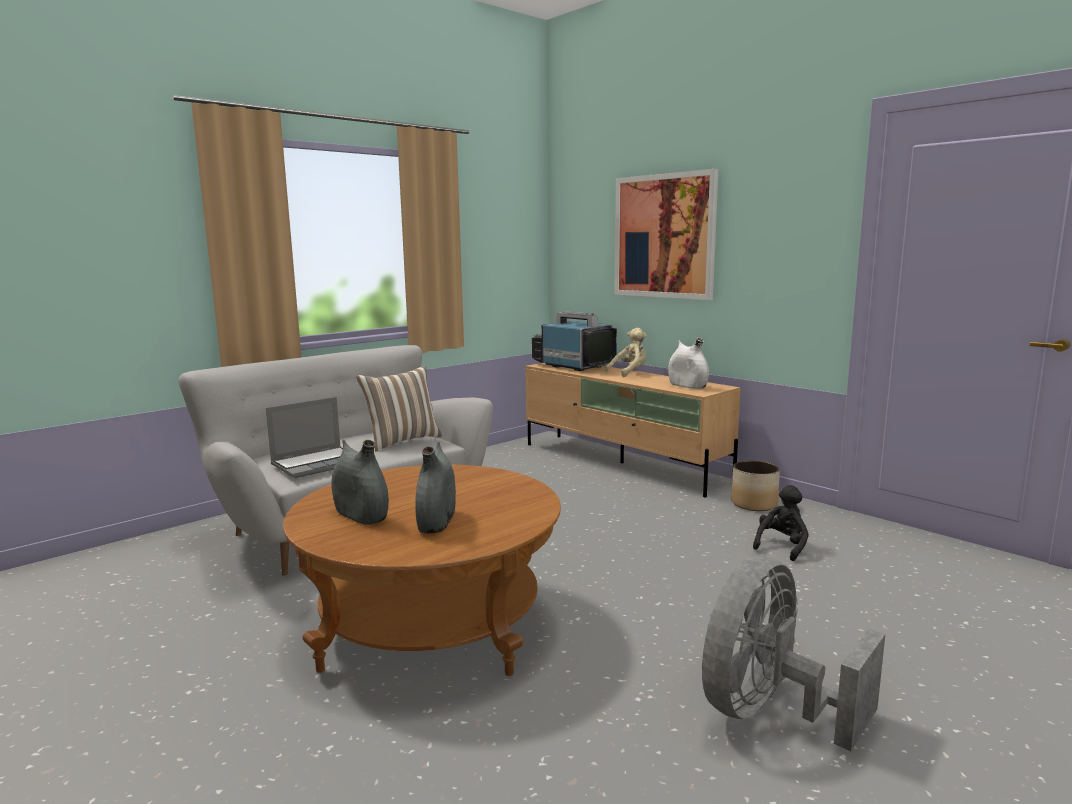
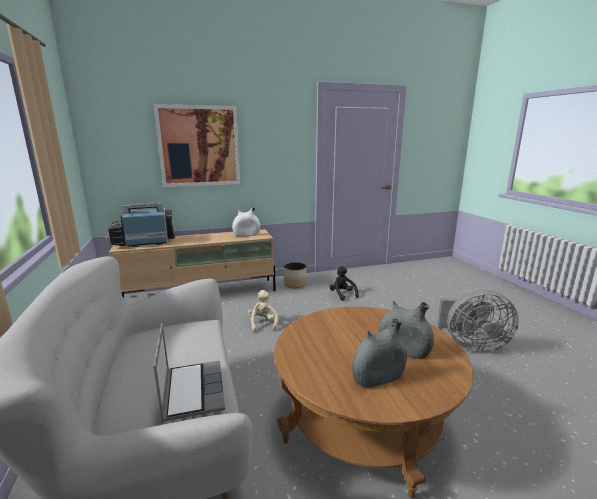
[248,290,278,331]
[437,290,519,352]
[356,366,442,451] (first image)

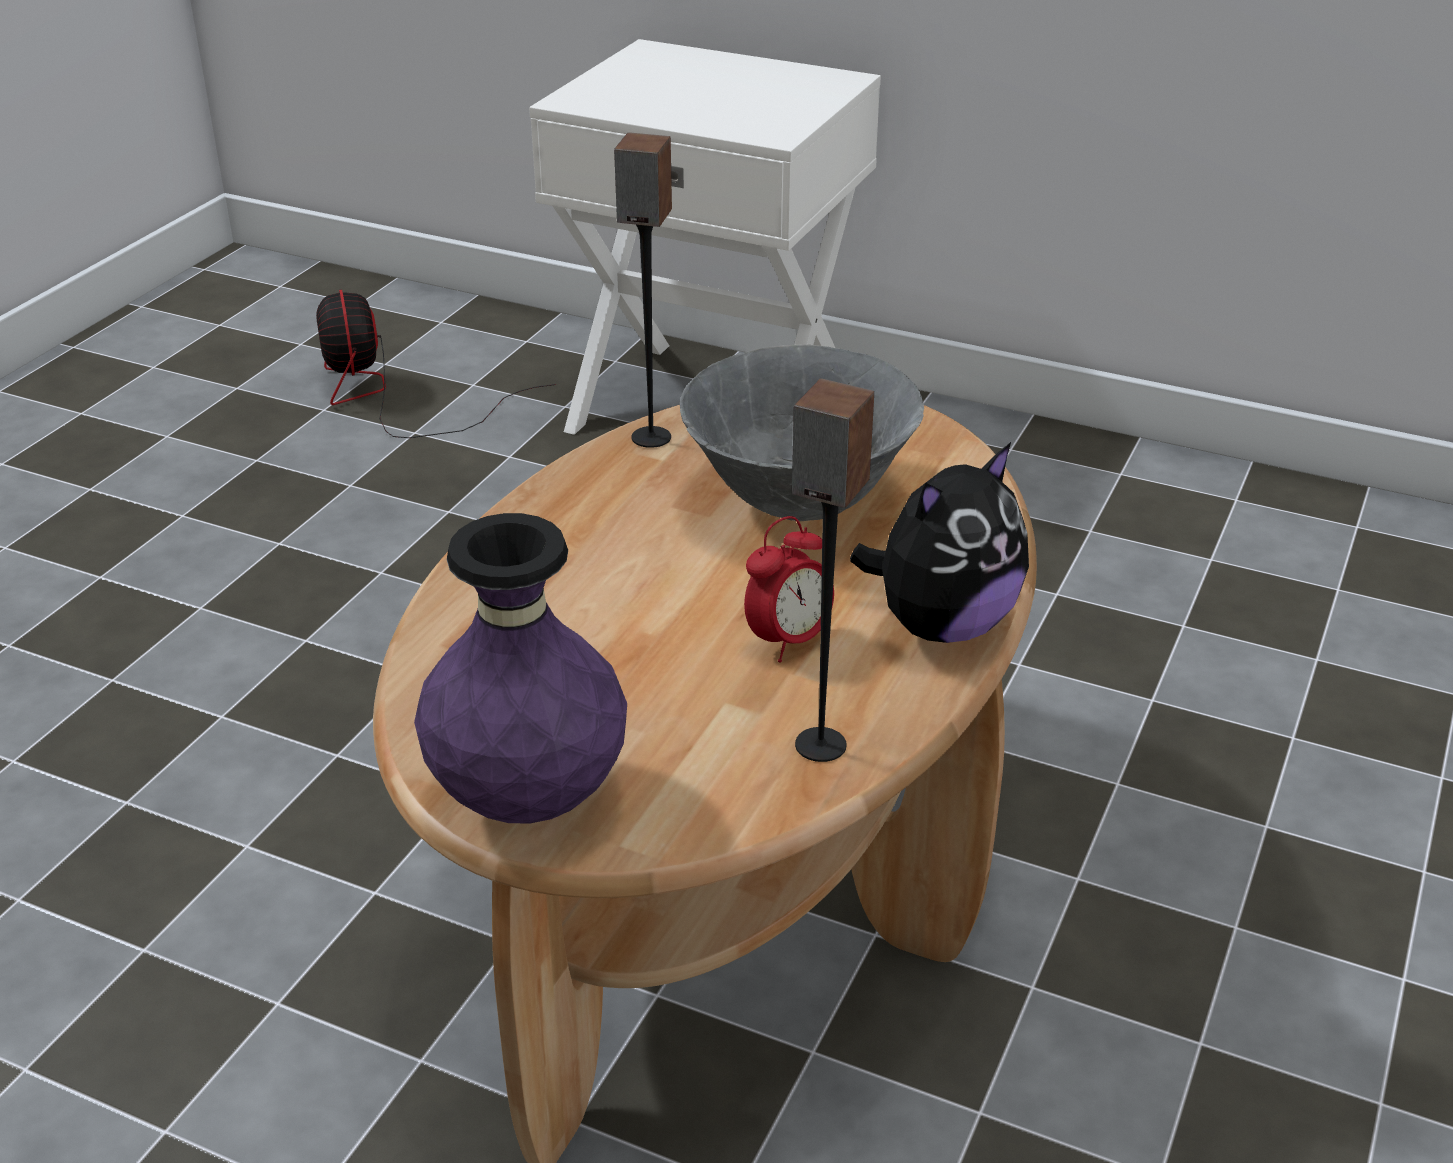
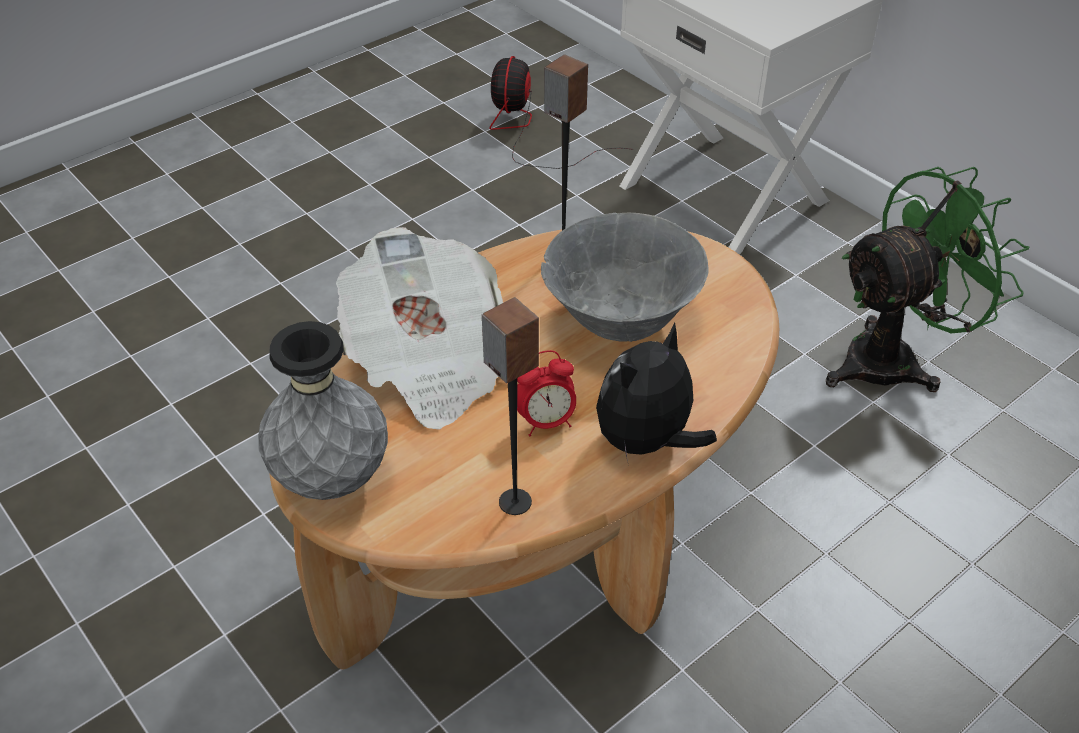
[259,321,388,500]
[336,227,503,430]
[596,322,717,462]
[826,167,1029,392]

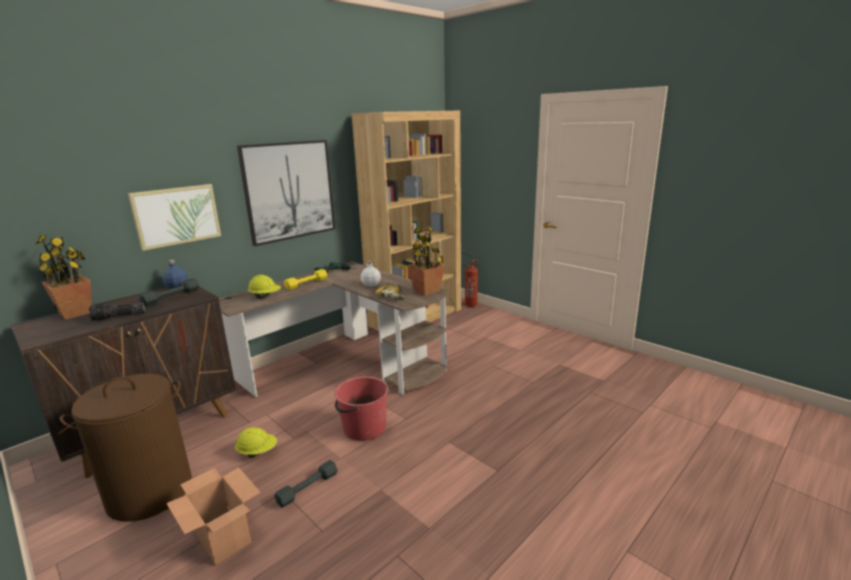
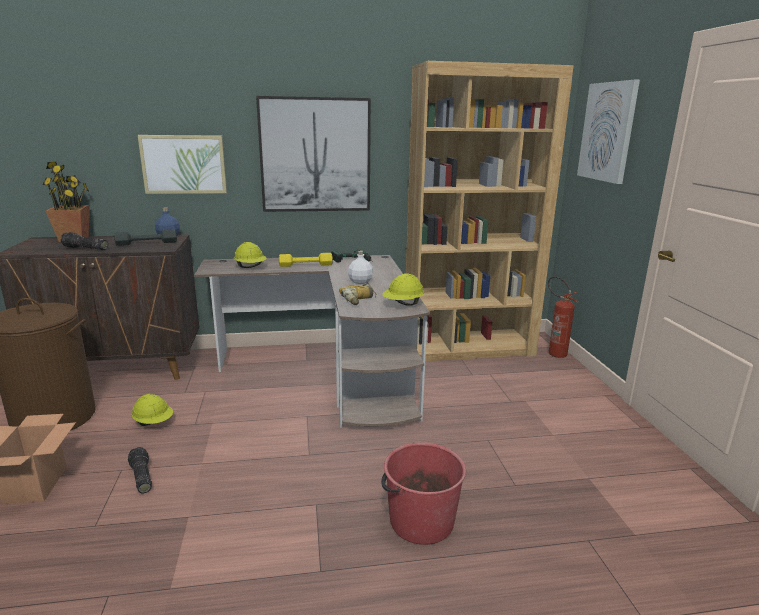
[128,447,152,494]
[381,442,466,545]
[382,273,424,306]
[577,80,640,184]

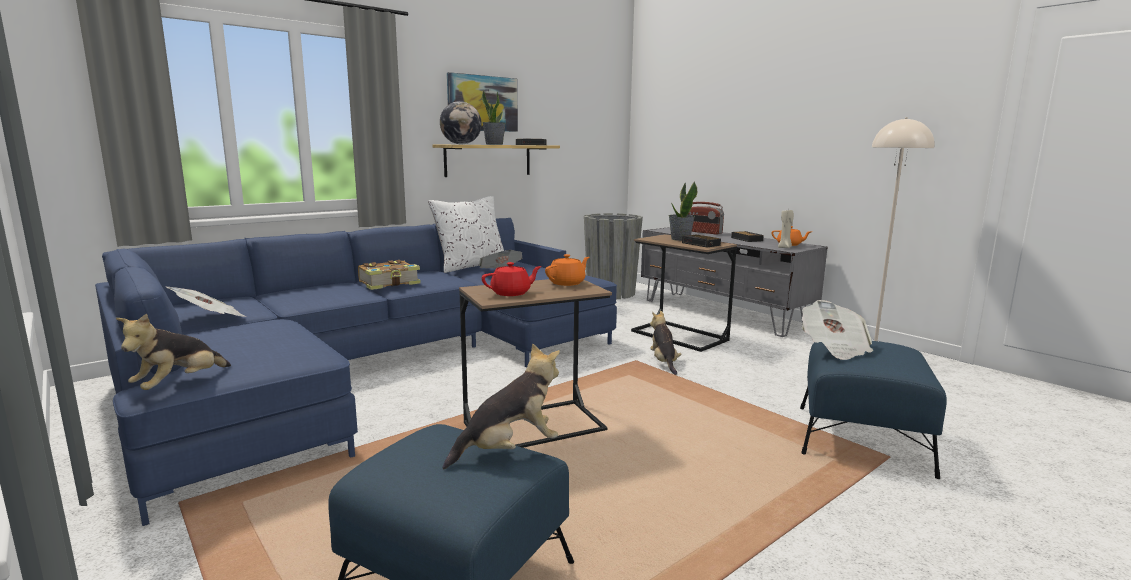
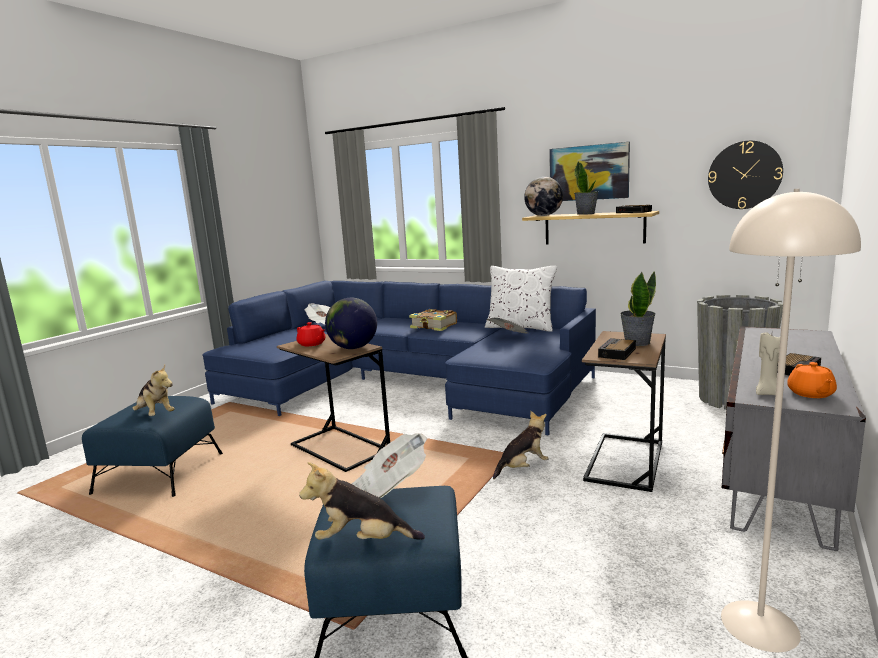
[299,462,425,540]
[325,297,377,349]
[708,141,783,209]
[688,202,724,235] (first image)

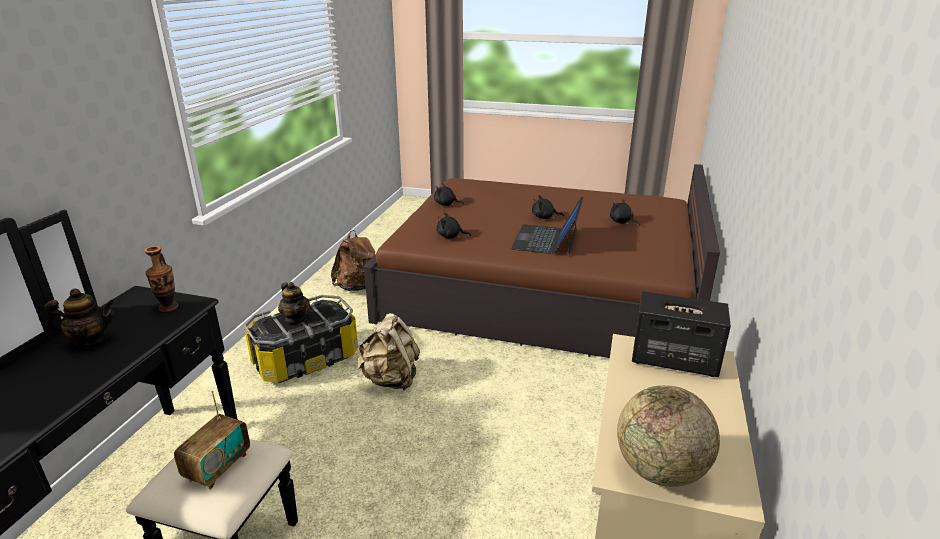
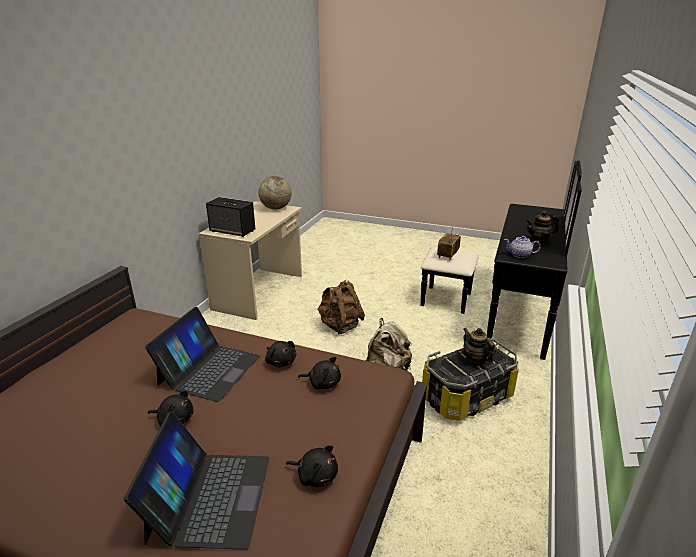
[124,411,270,550]
[265,341,296,367]
[318,280,365,334]
[504,236,541,258]

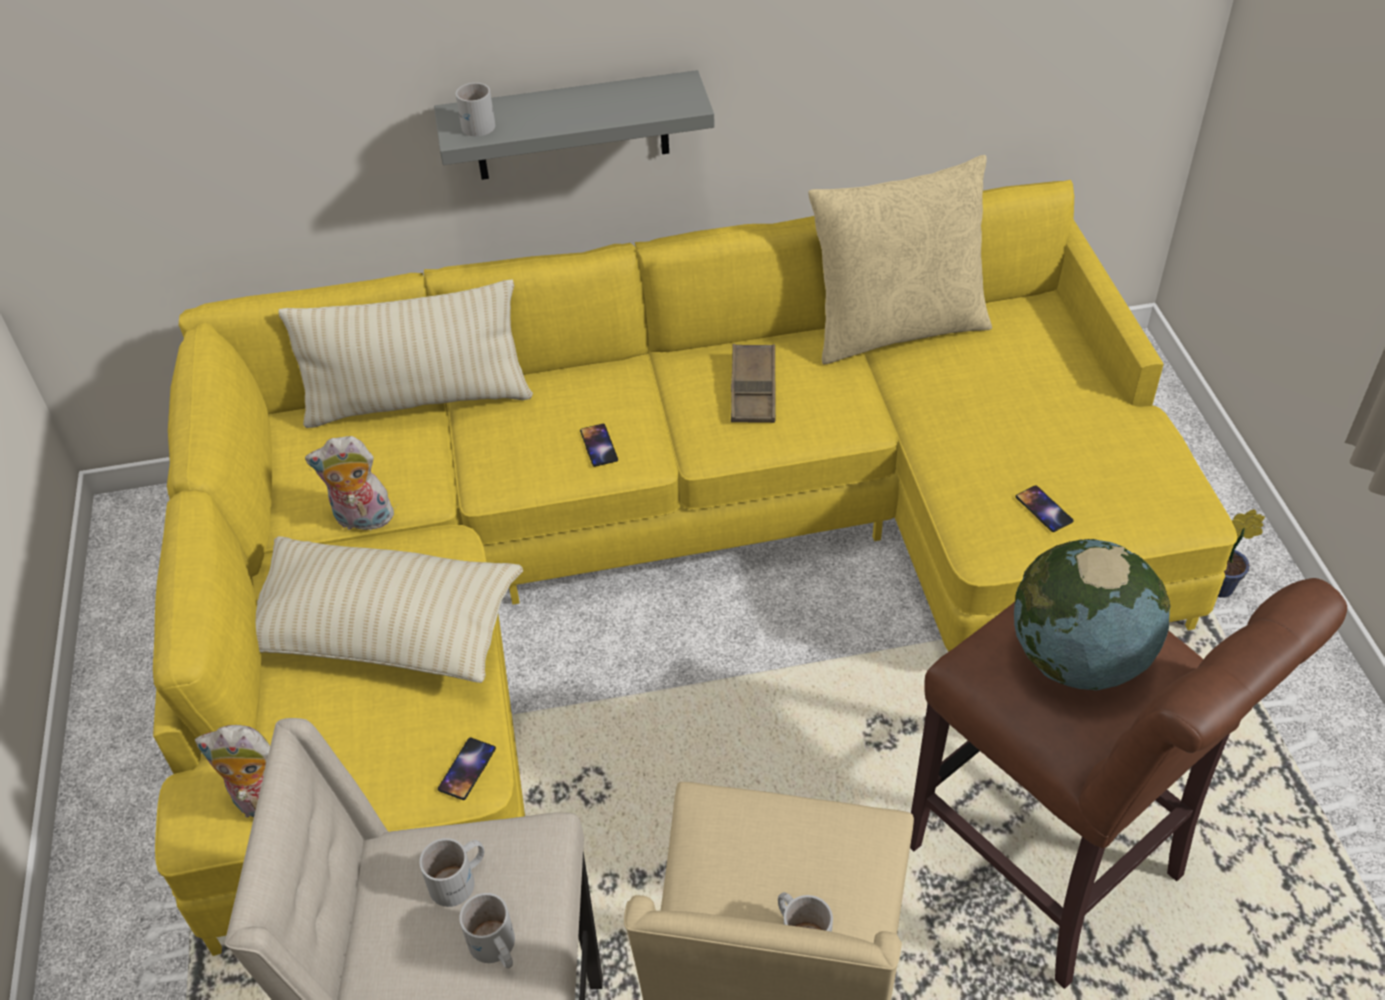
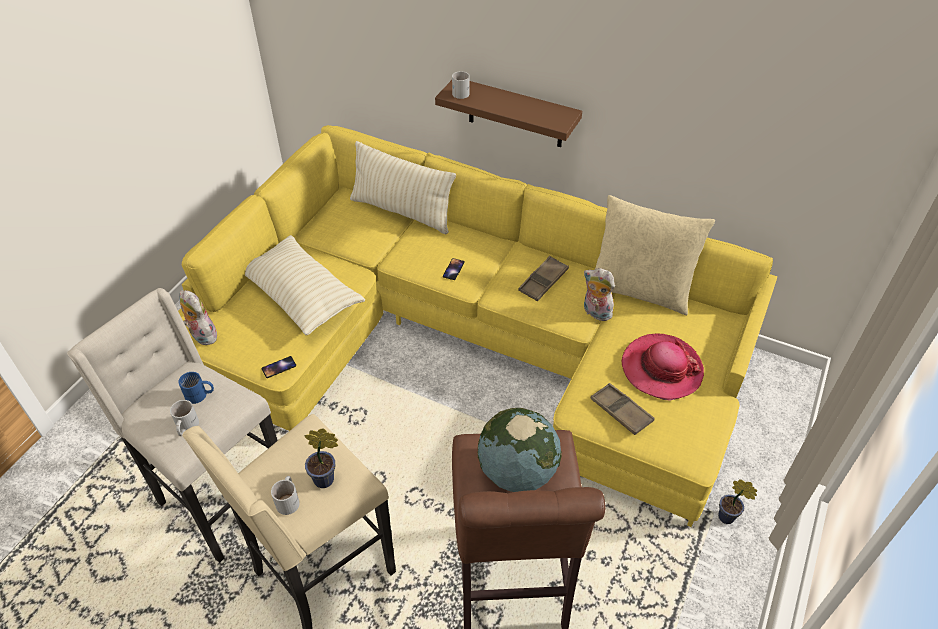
[178,372,214,404]
[305,428,338,488]
[435,80,582,147]
[584,268,615,321]
[591,383,655,435]
[621,333,704,401]

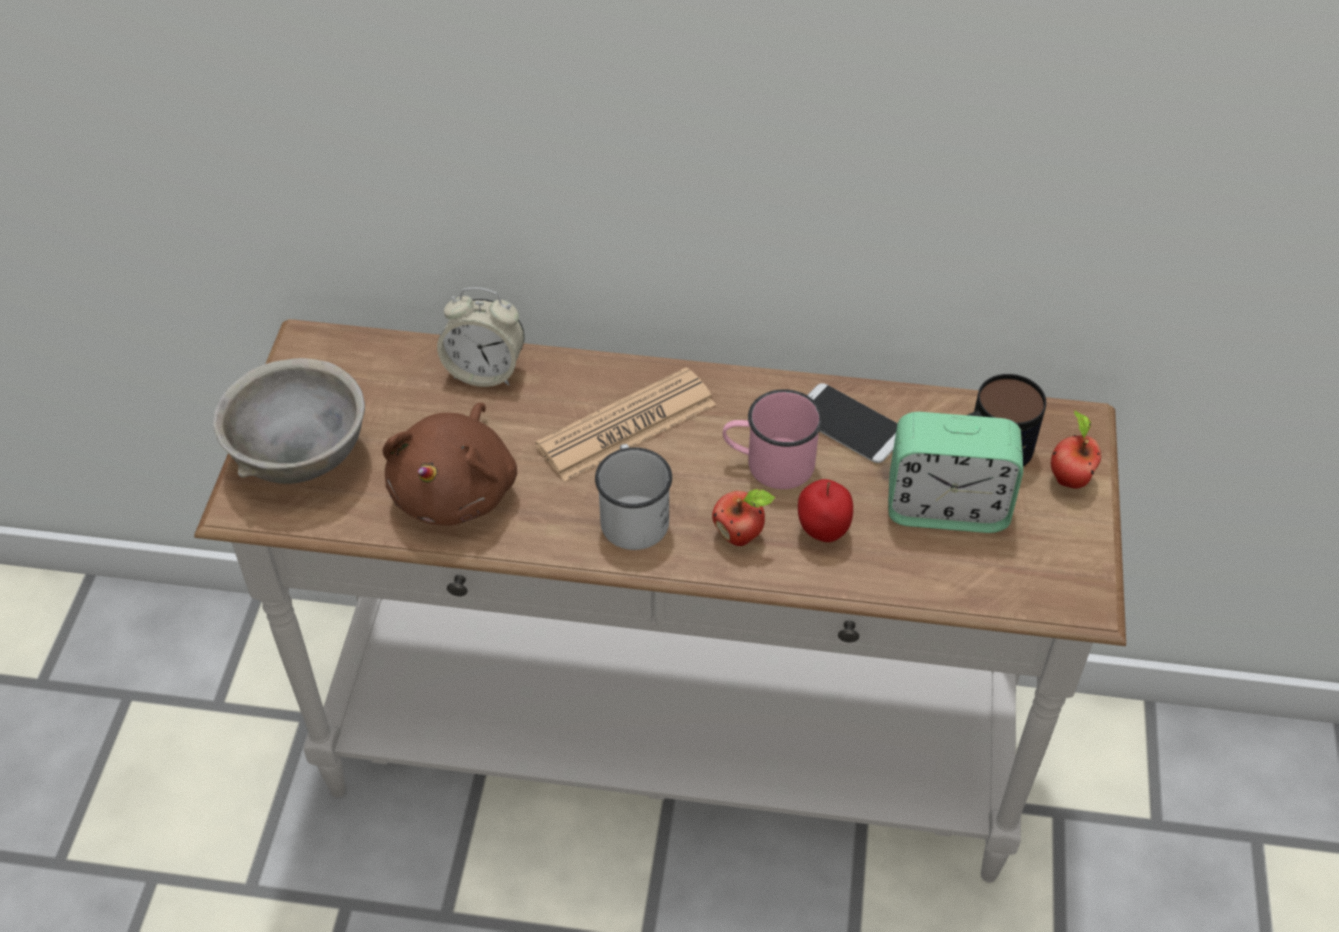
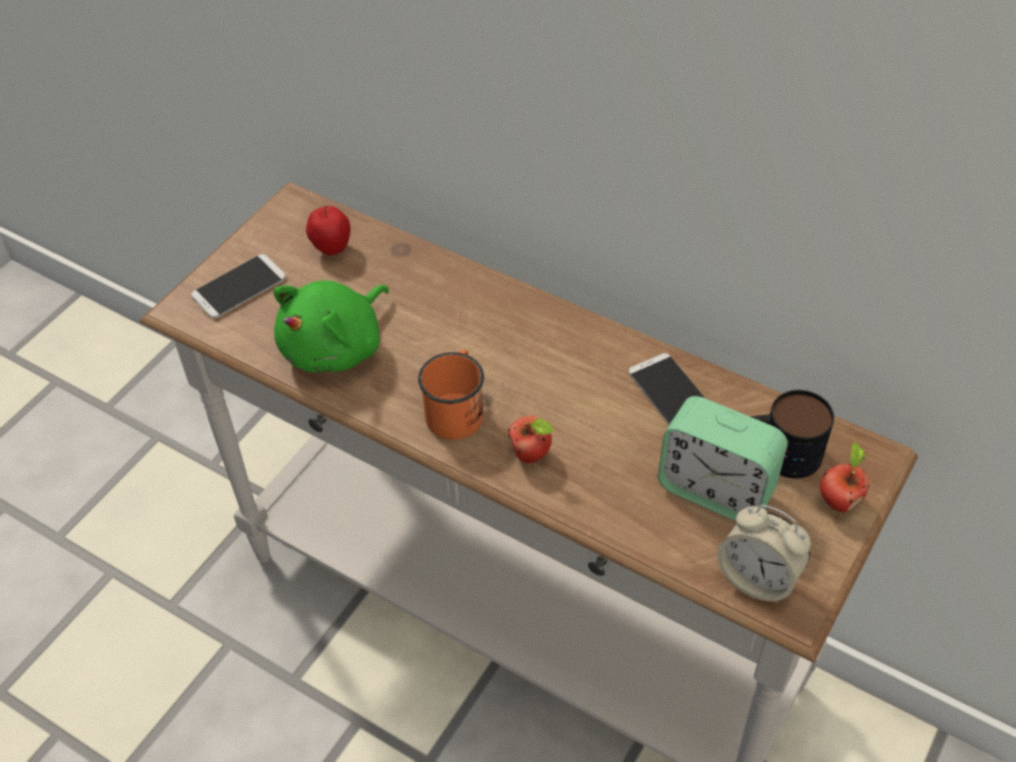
[191,254,286,318]
[273,281,389,372]
[306,205,350,255]
[418,350,484,440]
[717,505,811,603]
[535,367,716,481] (first image)
[723,389,823,489] (first image)

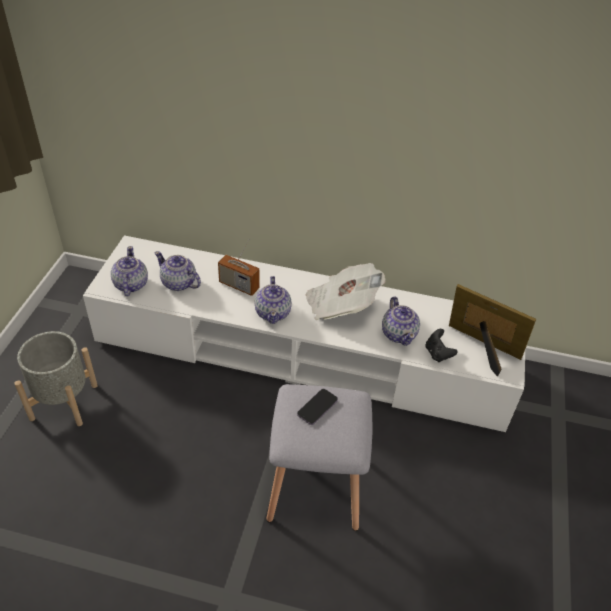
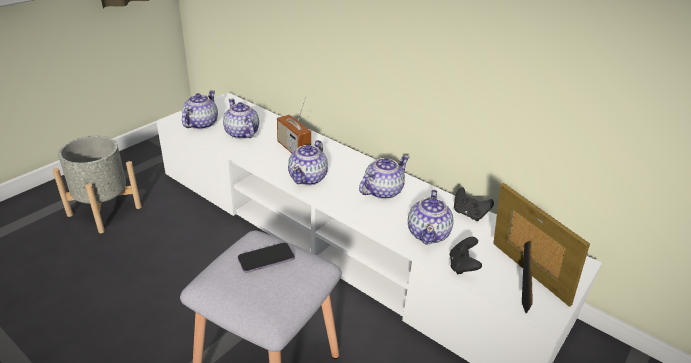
[359,155,409,199]
[454,187,494,221]

